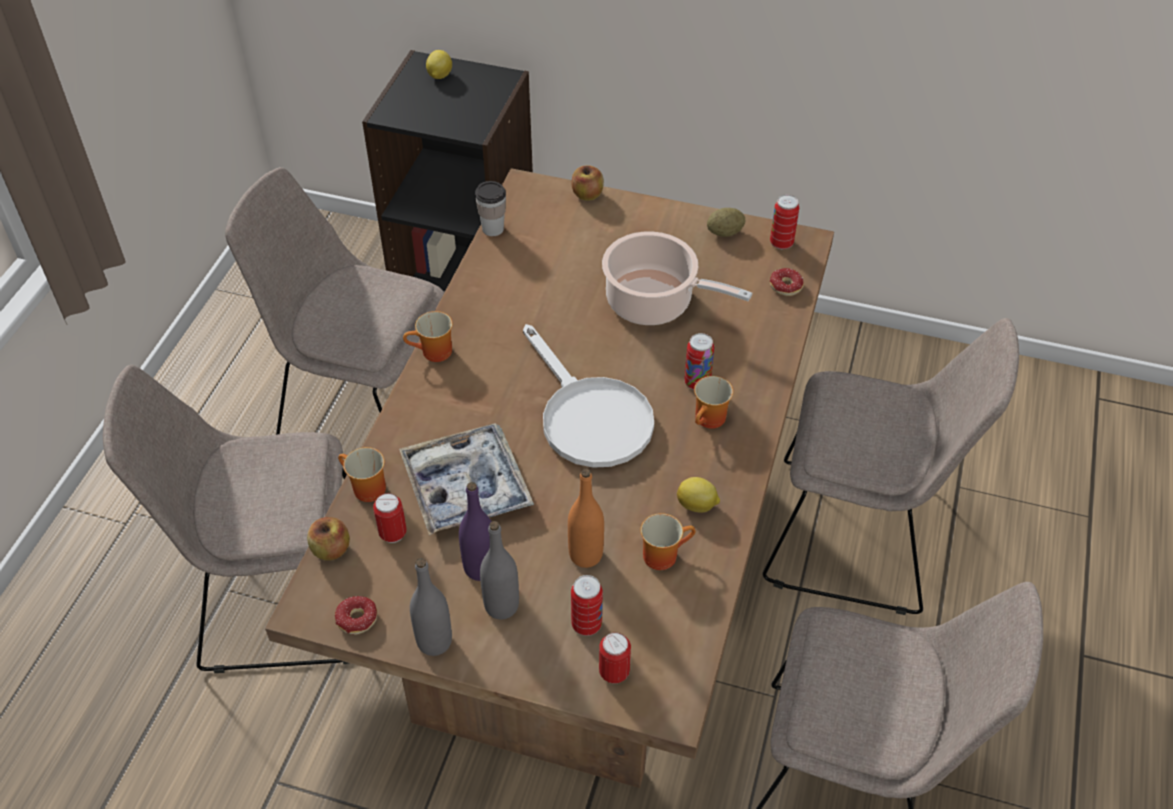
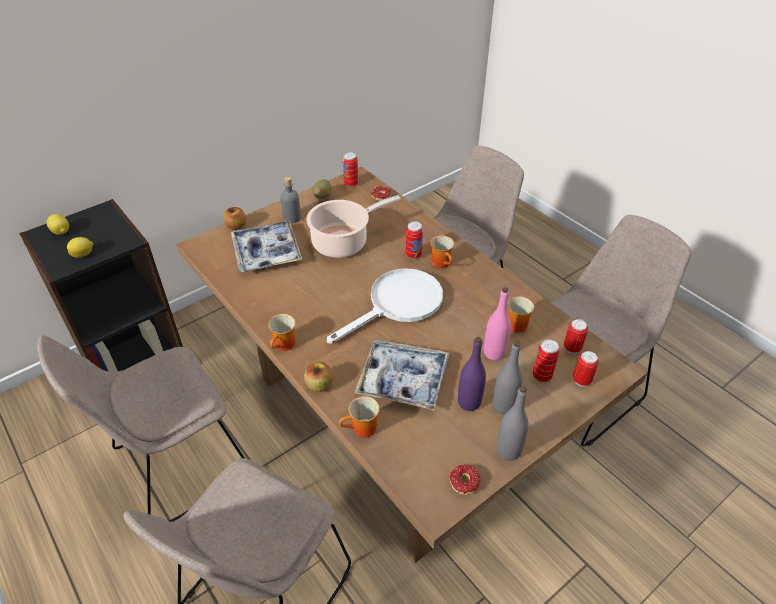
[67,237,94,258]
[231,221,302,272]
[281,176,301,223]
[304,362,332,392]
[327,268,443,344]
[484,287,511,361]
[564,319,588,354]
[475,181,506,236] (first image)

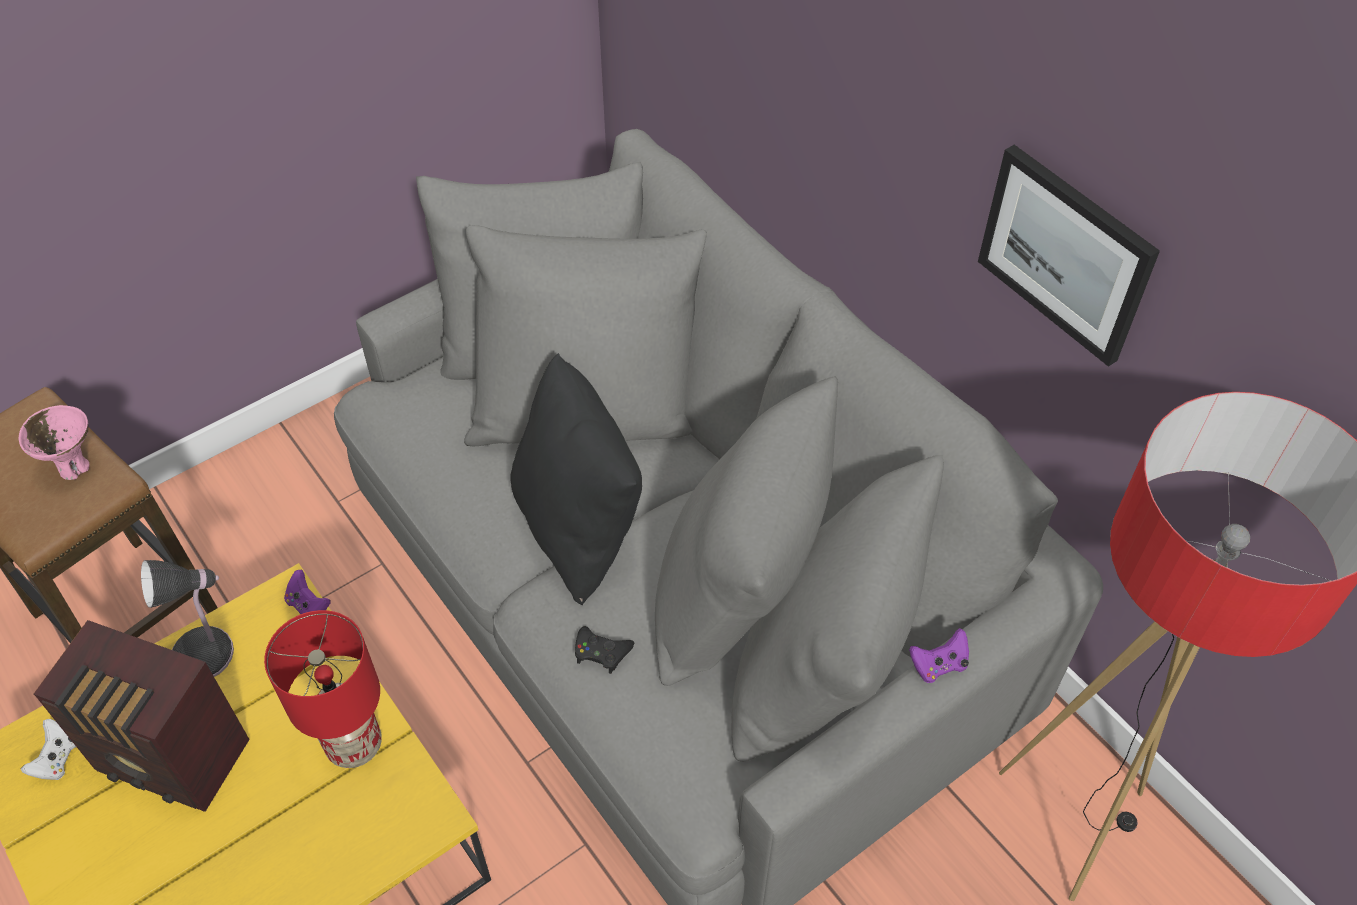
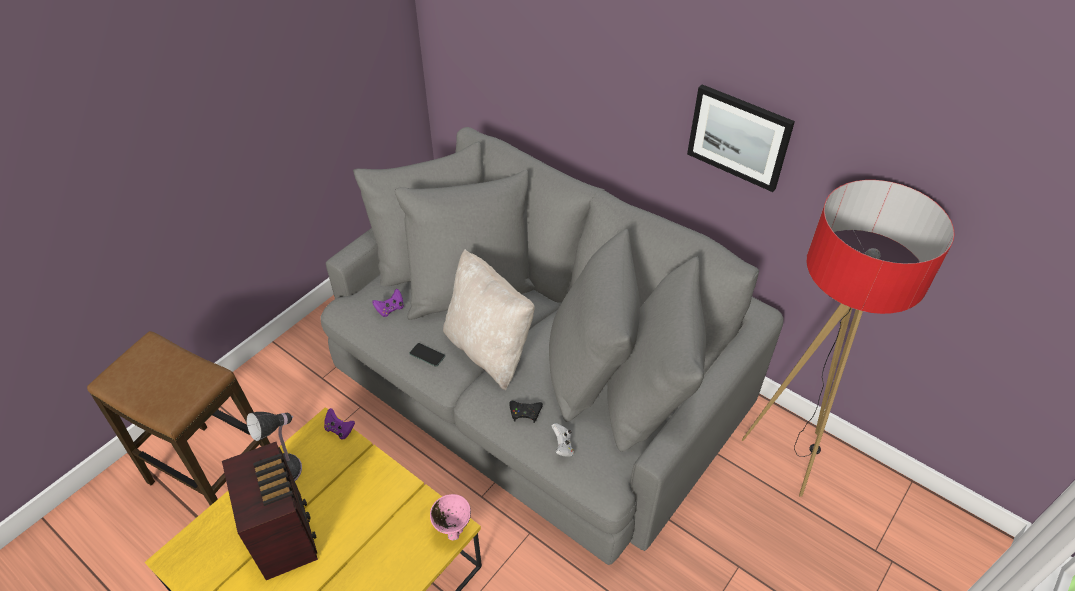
[222,442,318,580]
[372,289,404,317]
[409,343,445,367]
[430,494,471,540]
[443,249,535,390]
[552,423,574,457]
[264,610,382,768] (first image)

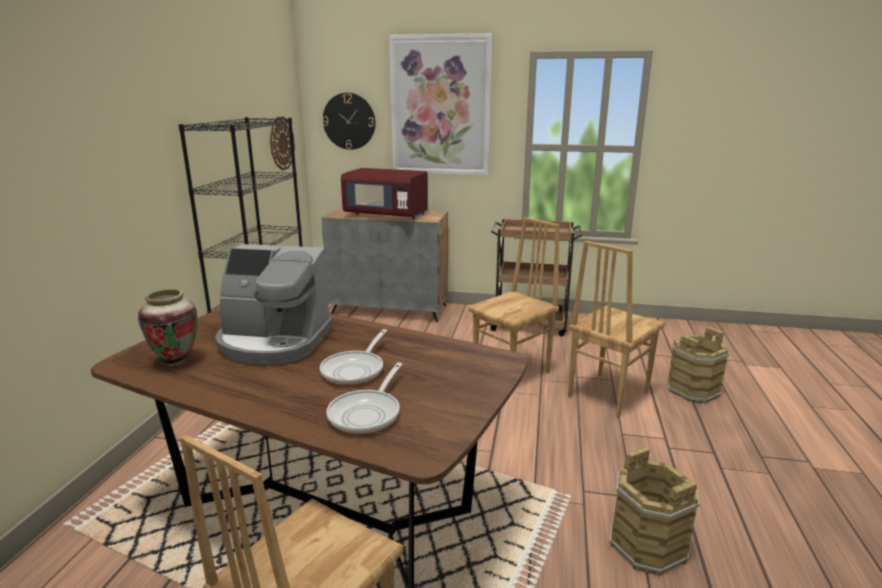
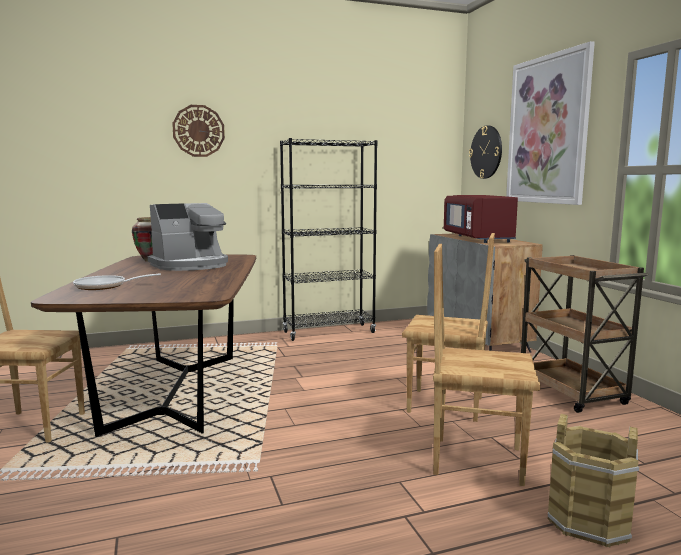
[148,203,228,271]
[172,105,225,157]
[320,329,387,385] (first image)
[609,447,700,575] (first image)

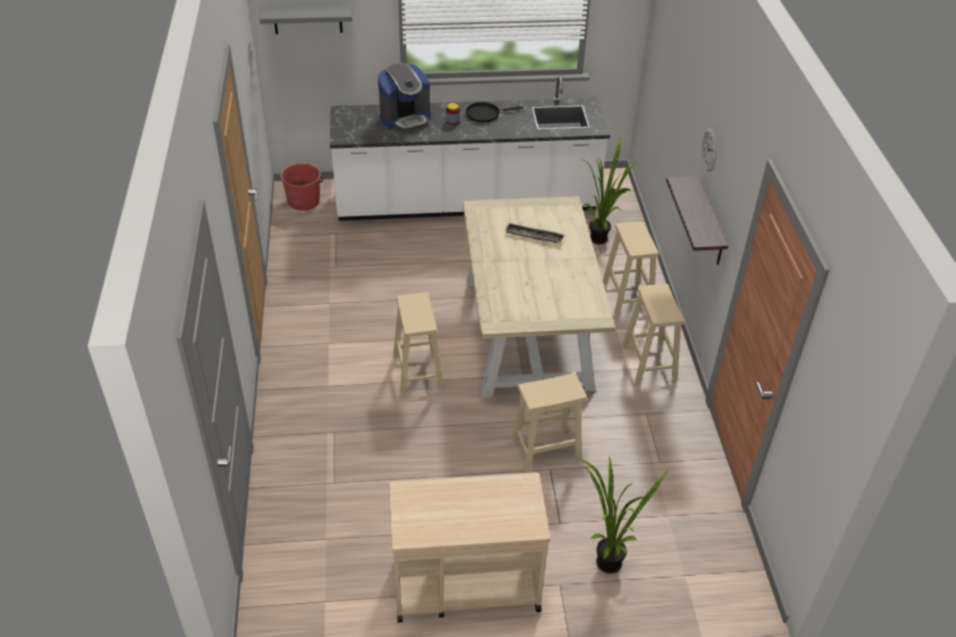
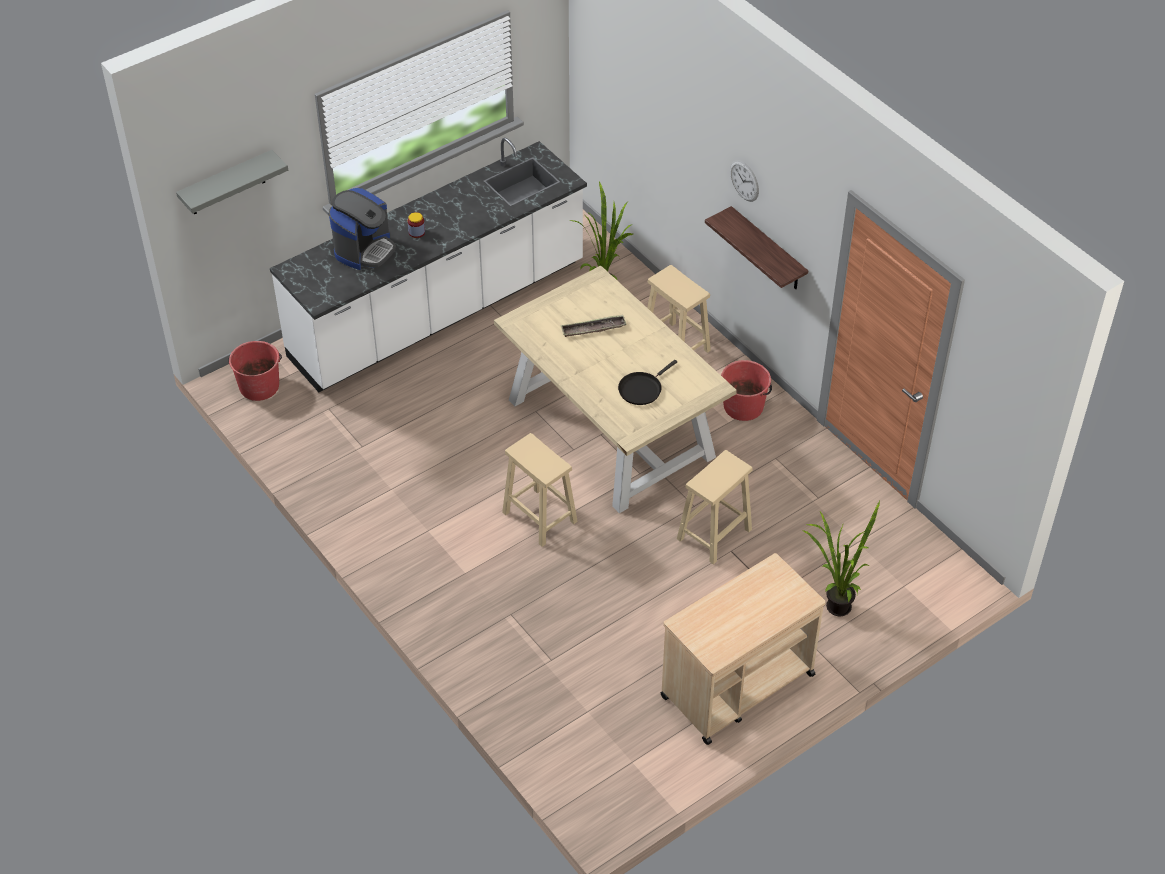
[618,360,677,405]
[721,360,772,421]

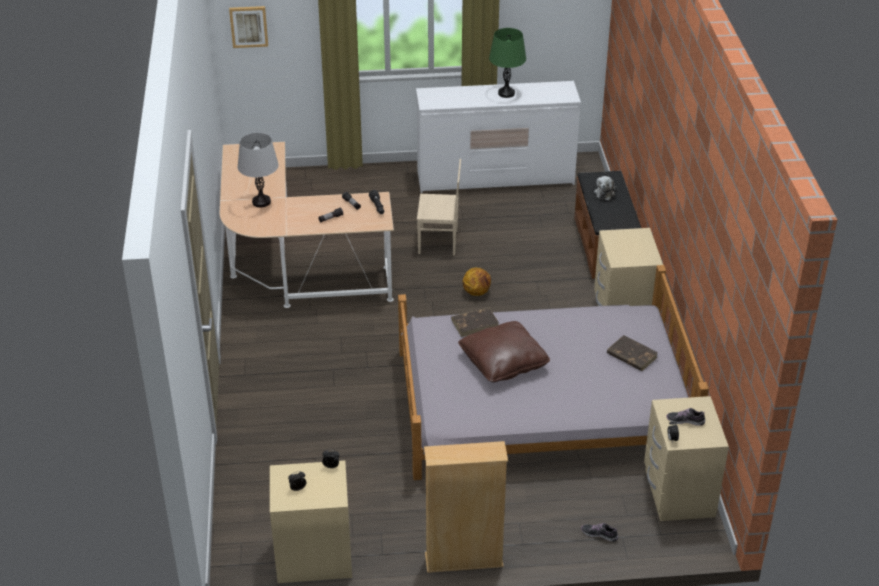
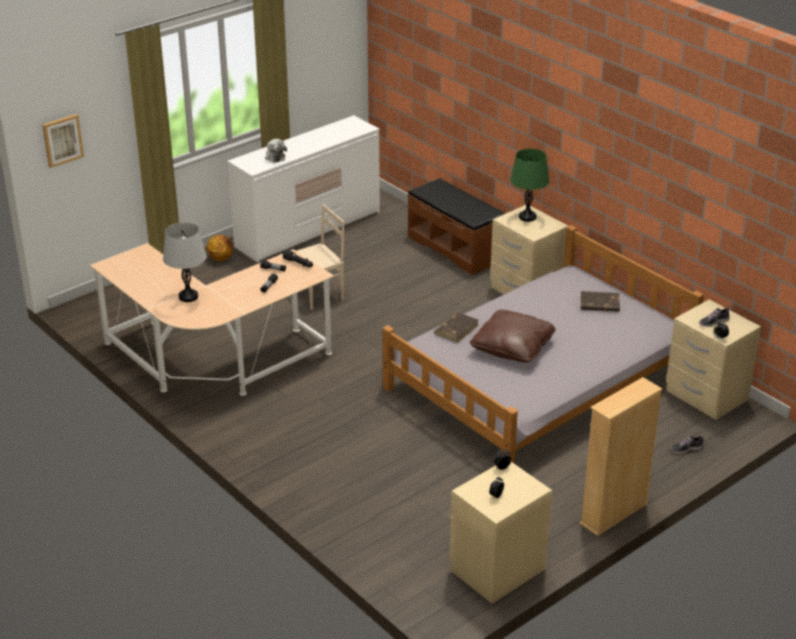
[207,235,233,261]
[265,139,287,163]
[510,149,549,222]

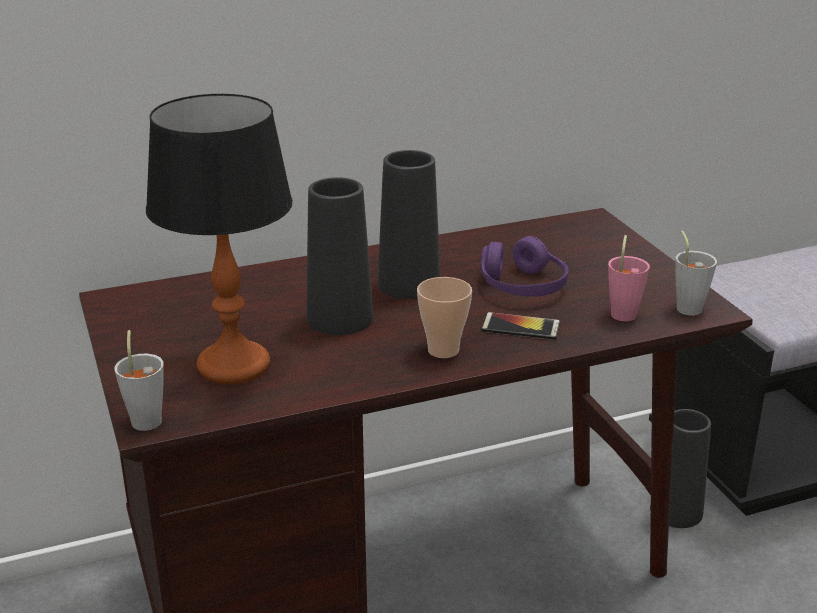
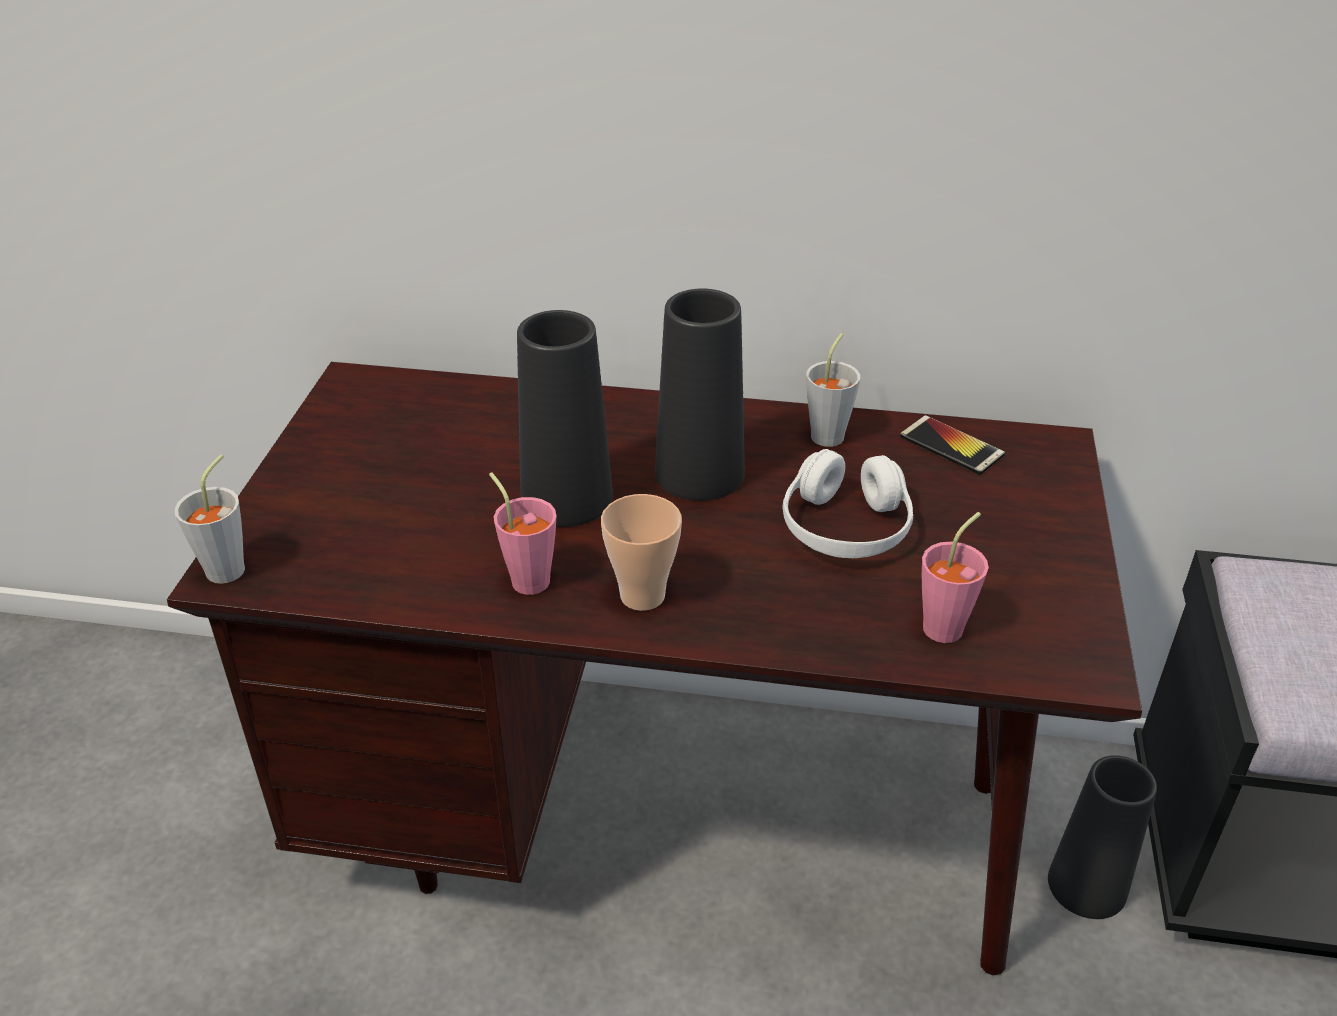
[489,472,557,595]
[782,449,913,558]
[806,333,860,447]
[900,415,1005,475]
[146,94,293,384] (first image)

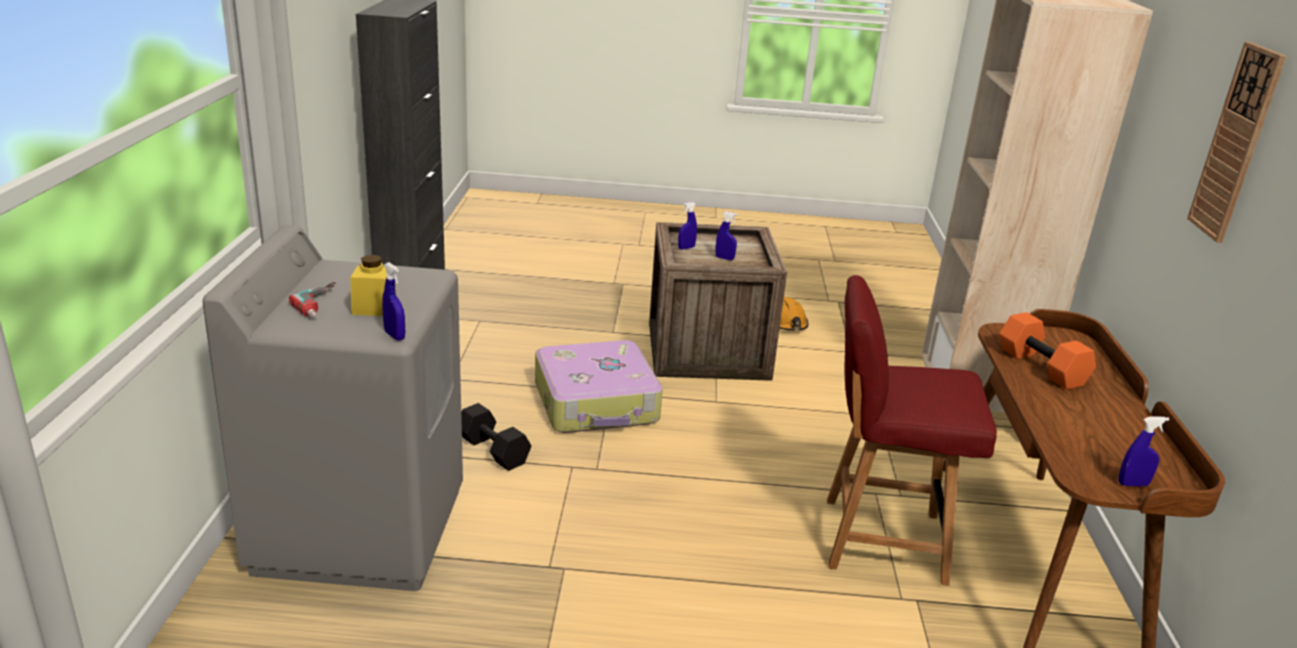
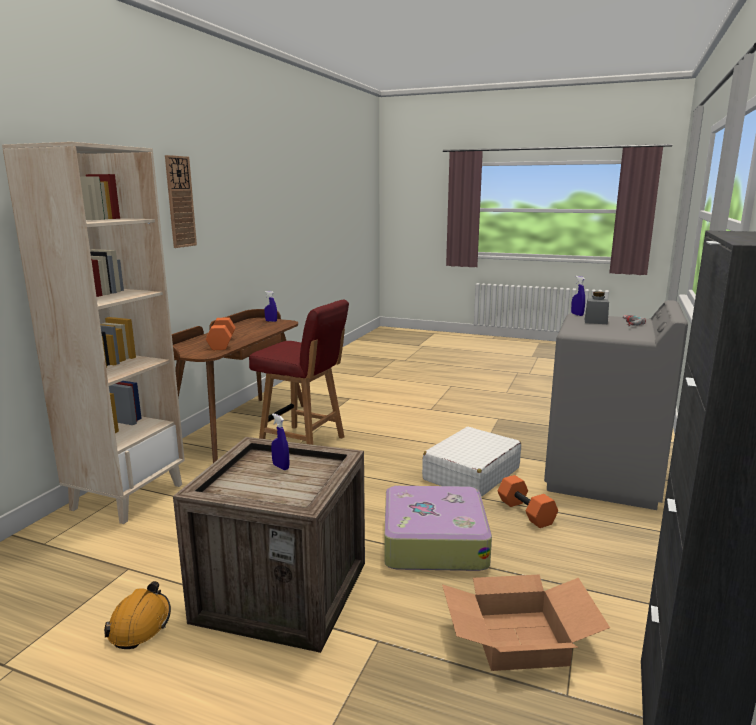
[422,427,521,497]
[442,574,610,671]
[498,475,558,528]
[585,292,609,324]
[678,202,697,250] (first image)

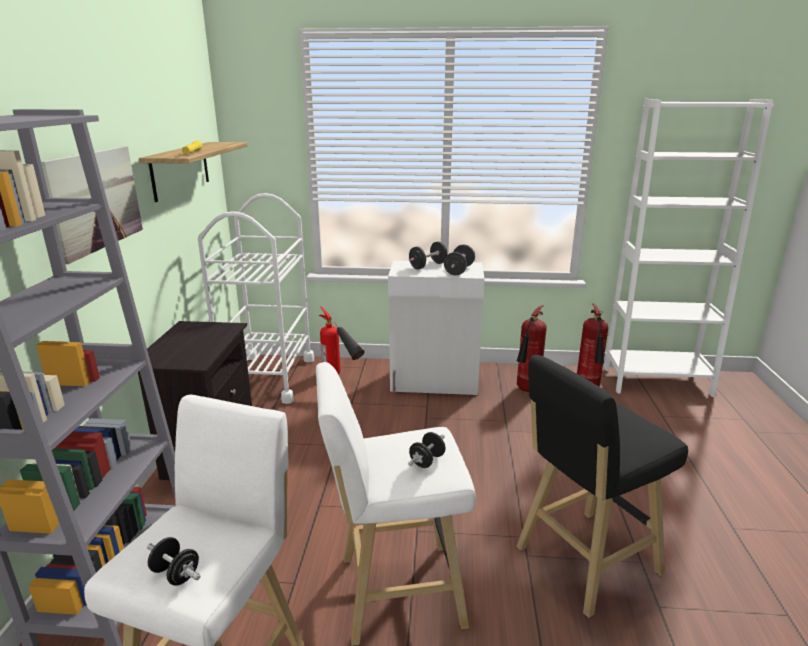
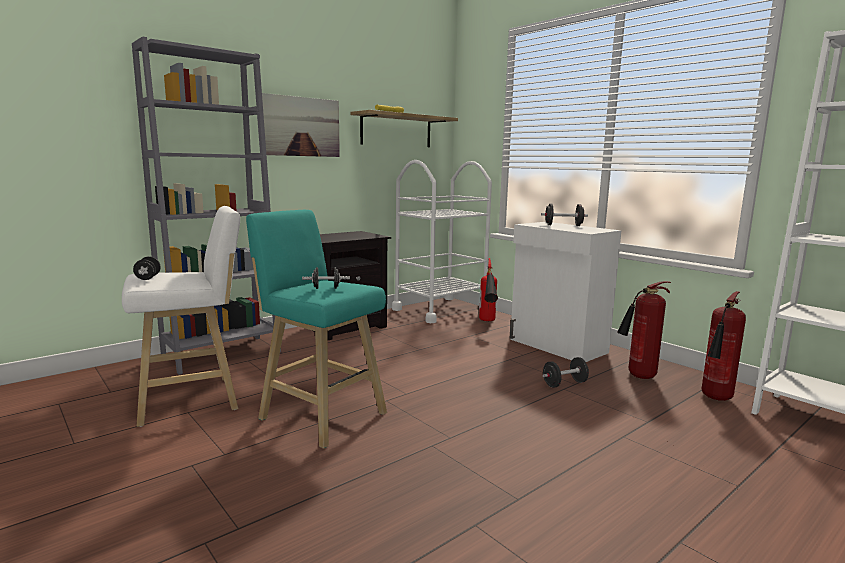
[246,210,387,449]
[543,357,589,388]
[517,355,688,618] (first image)

